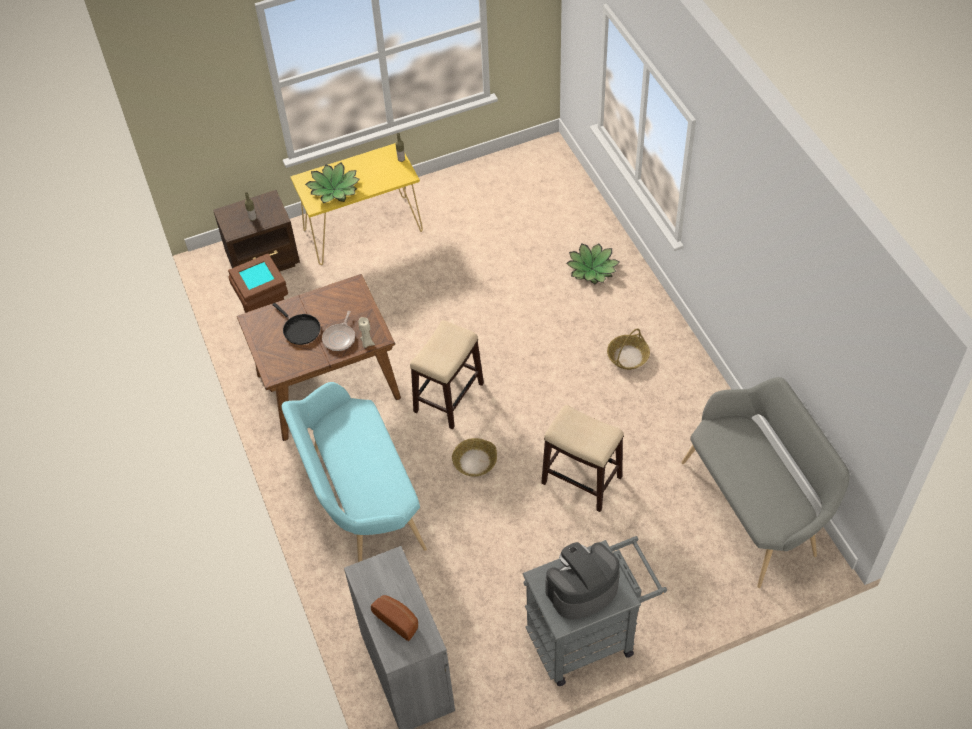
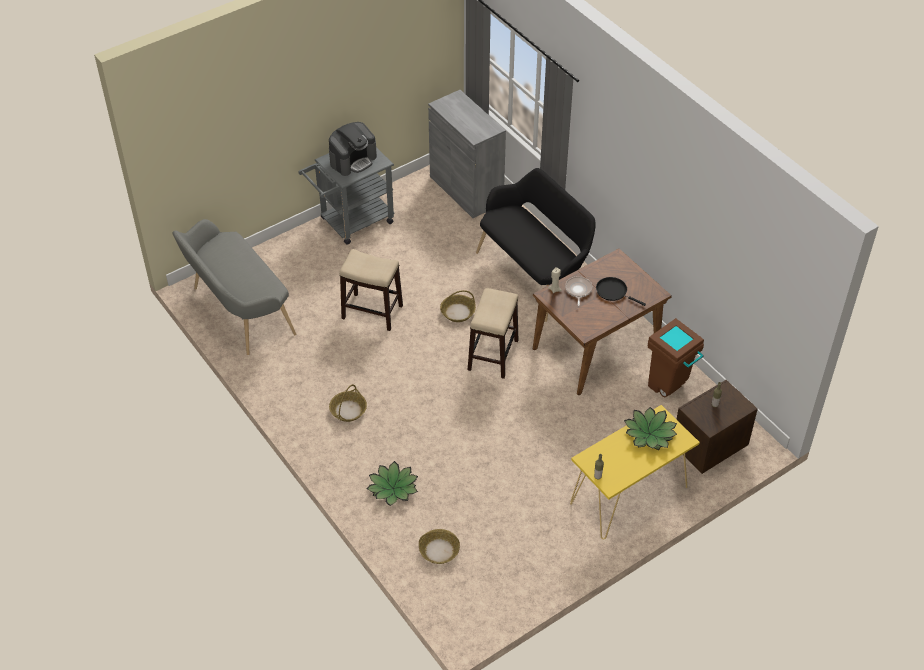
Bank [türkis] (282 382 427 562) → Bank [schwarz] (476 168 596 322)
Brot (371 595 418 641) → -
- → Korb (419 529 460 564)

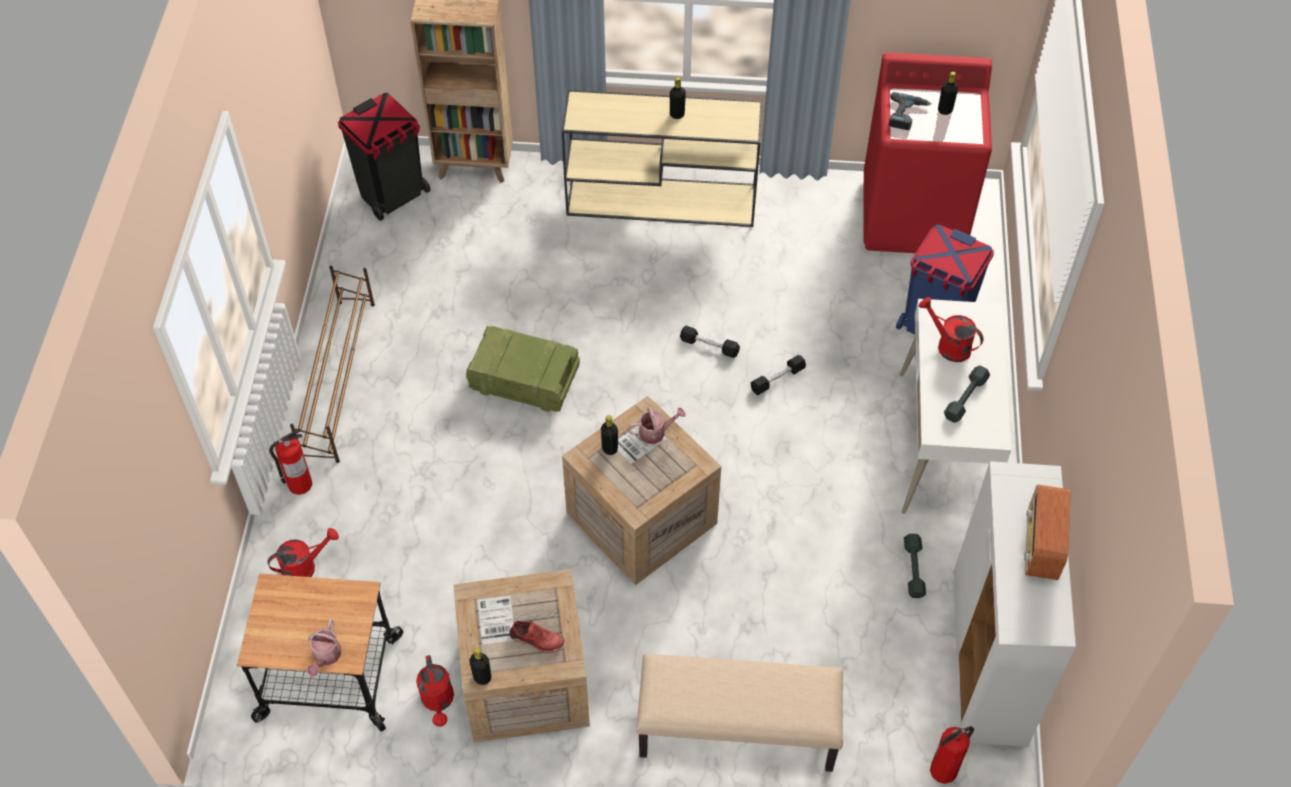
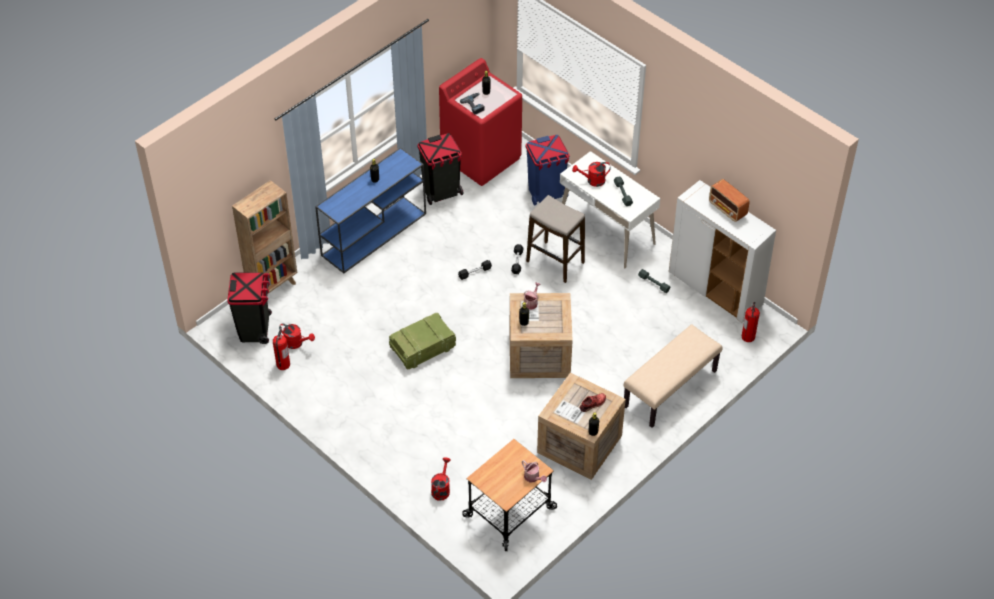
Feuerlöscher (269 429 312 495) → Feuerlöscher (273 327 290 370), moved
Schuhregal [braun] (290 266 375 463) → -
Gießkanne [rot] (416 655 454 727) → Gießkanne [rot] (279 323 315 349), moved
Konsolentisch [beige] (562 90 763 227) → Konsolentisch [blau] (315 147 426 273)
- → Mülleimer [schwarz] (418 133 463 205)
- → Hocker (526 195 585 283)

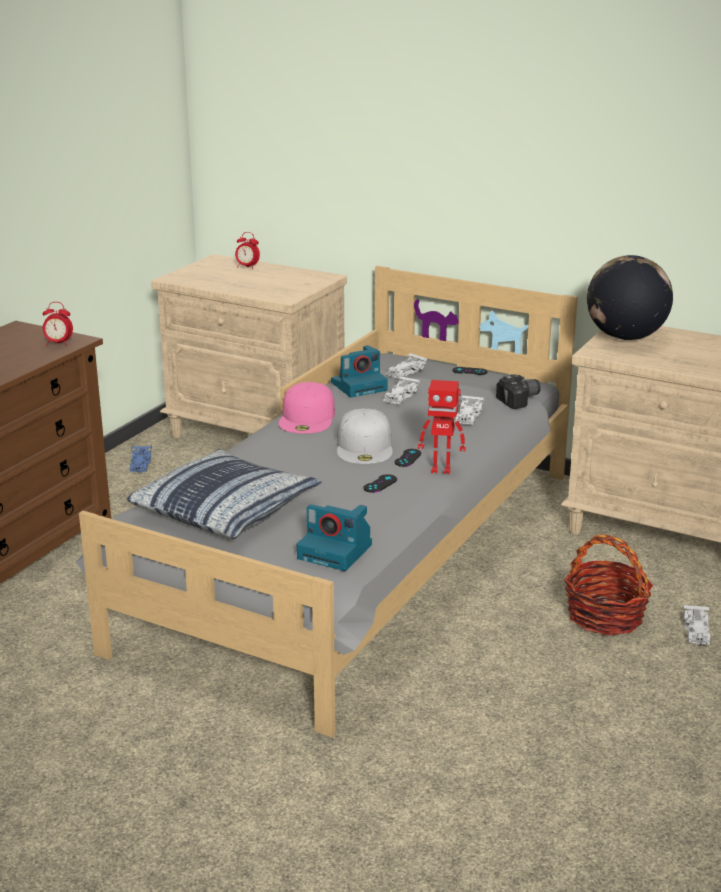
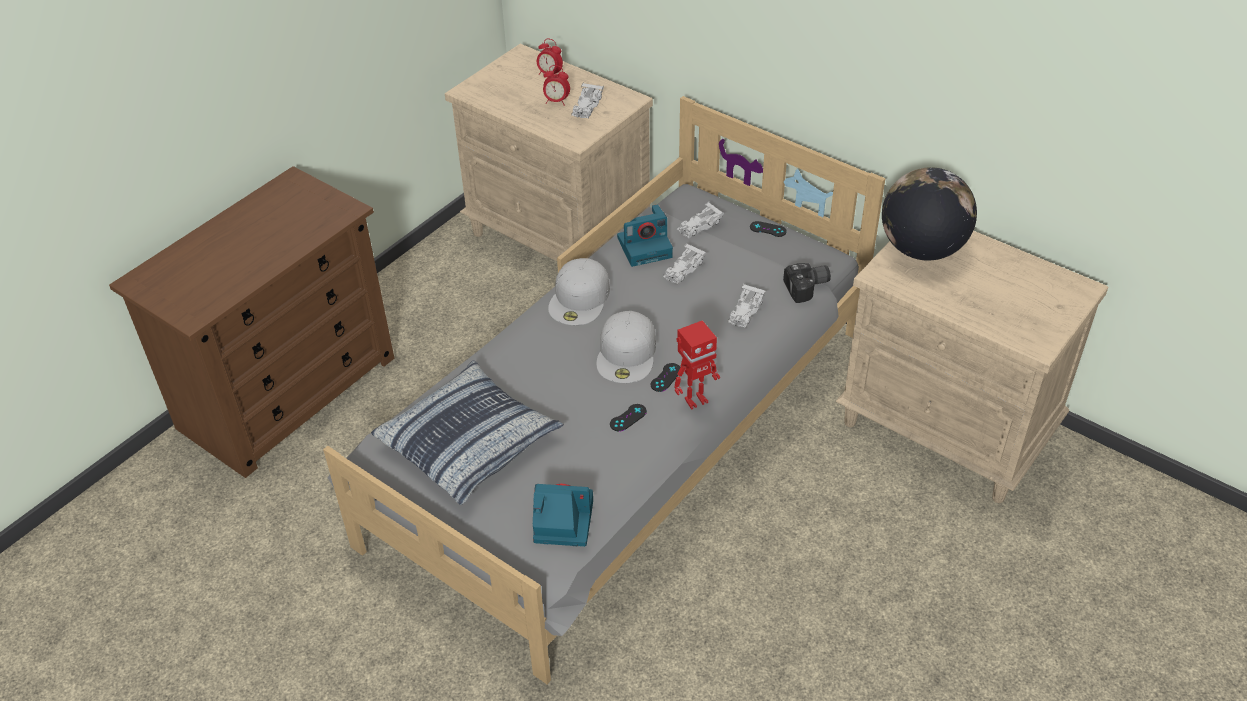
Wecker (43 302 73 346) → Wecker (543 65 570 106), moved
Spielzeugauto [blau] (130 446 152 473) → -
Kappe [rosa] (279 382 335 434) → Kappe [weiß] (548 258 610 326)
Kamera (297 504 372 571) → Kamera (533 483 593 547), 150 degrees clockwise
Spielzeugroboter (418 380 466 474) → Spielzeugroboter (674 320 720 410), 45 degrees counterclockwise
Korb (564 535 653 636) → -
Spielzeugauto [weiß] (683 604 710 645) → Spielzeugauto [weiß] (571 83 604 118), moved

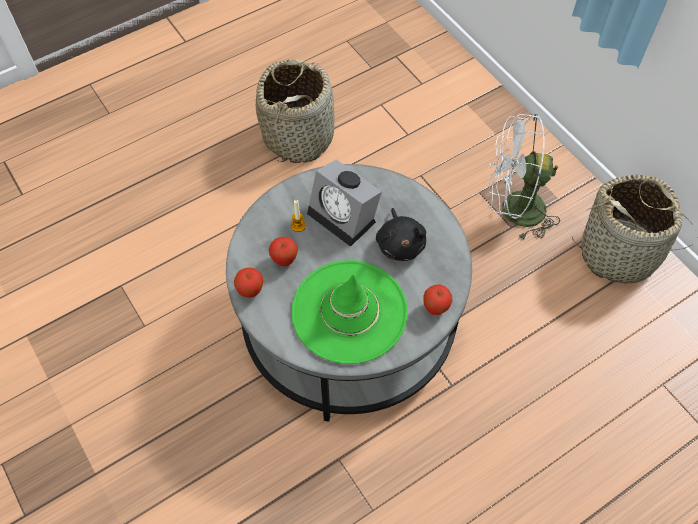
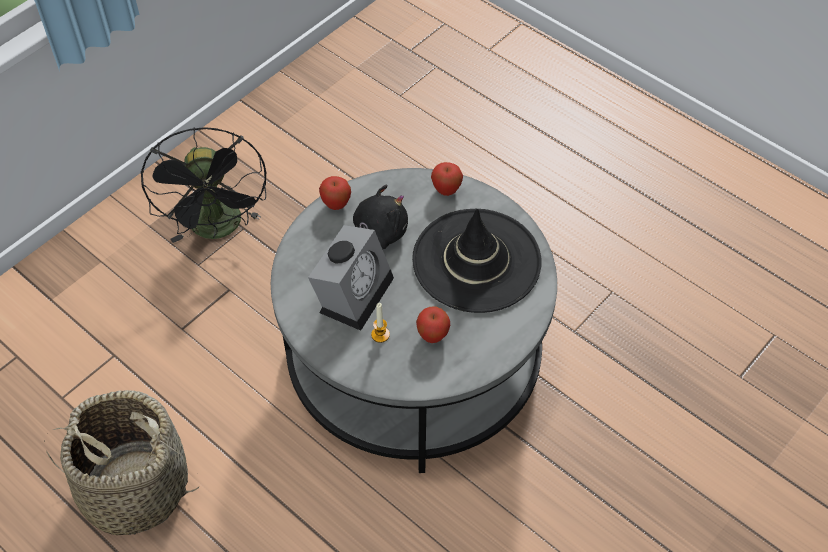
Apfel (234 268 263 298) → Apfel (319 176 351 210), moved
Hut [grün] (291 260 408 364) → Hut [schwarz] (412 209 542 313)
Ventilator [weiß] (488 114 560 240) → Ventilator [schwarz] (141 127 266 243)
Korb (572 174 696 284) → -

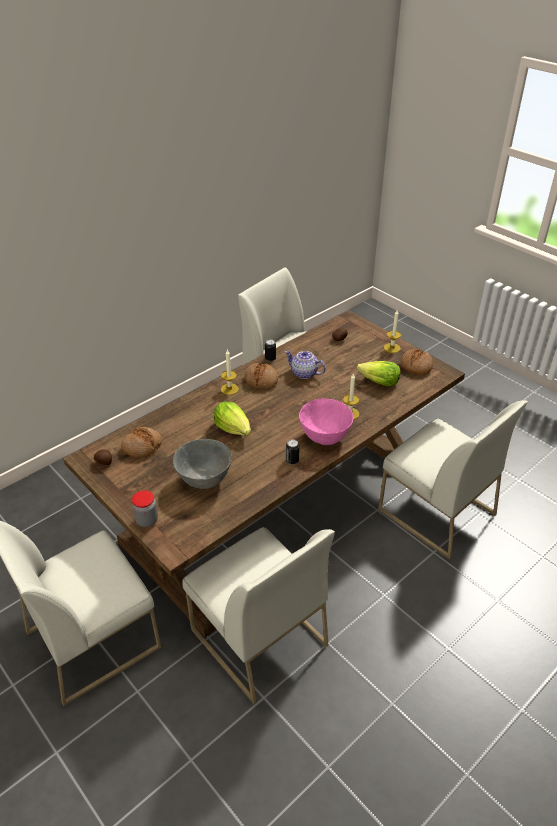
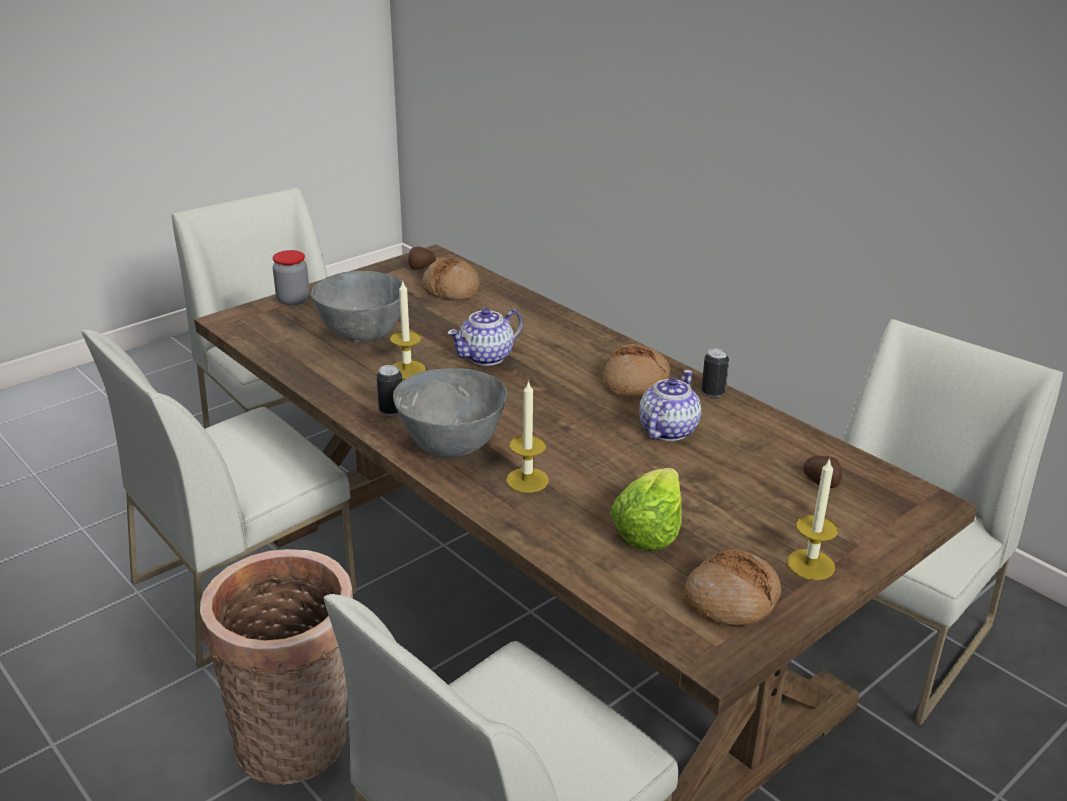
Salatkopf (214 402 251 436) → Teekanne (447 308 523 366)
Kerze (221 349 239 395) → Kerze (390 280 426 379), moved
Schüssel [rosa] (299 399 354 445) → Schüssel [grau] (393 368 507 458)
- → Korb (200 549 353 785)

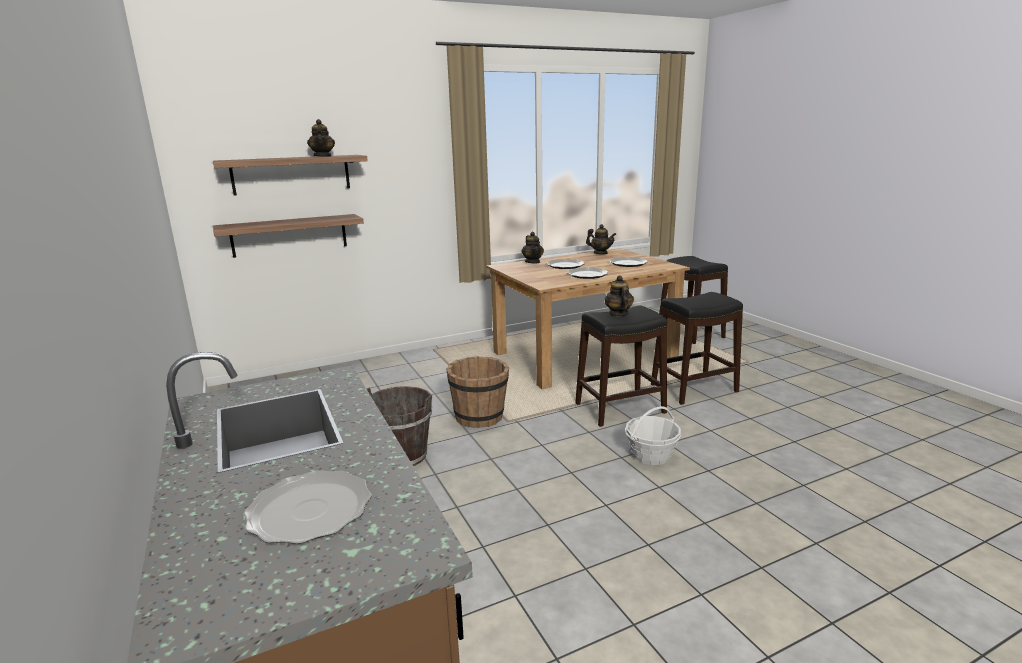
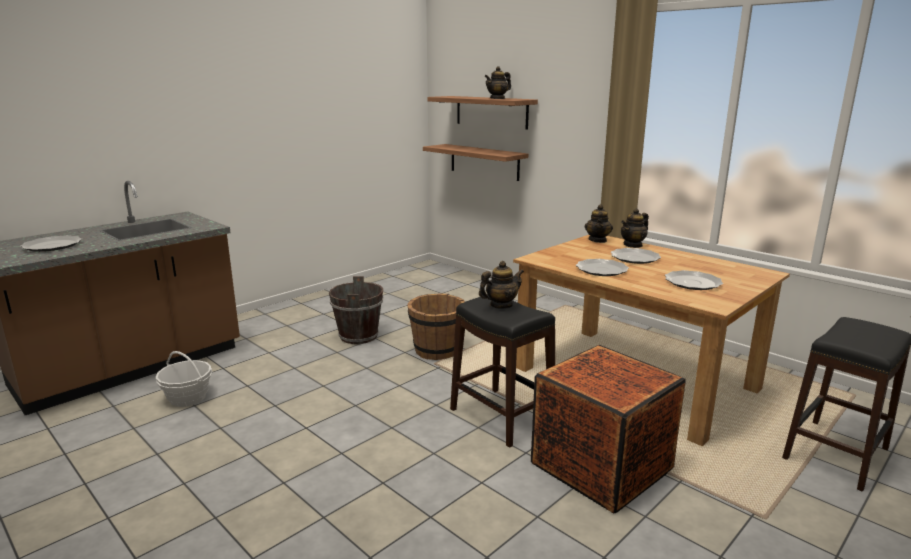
Teekanne (586 224 616 254) → Teekanne (585 204 613 243), moved
Korb (625 406 681 465) → Korb (155 351 212 407), moved
Hocker [schwarz] (651 292 743 405) → Kiste (531 345 686 513)

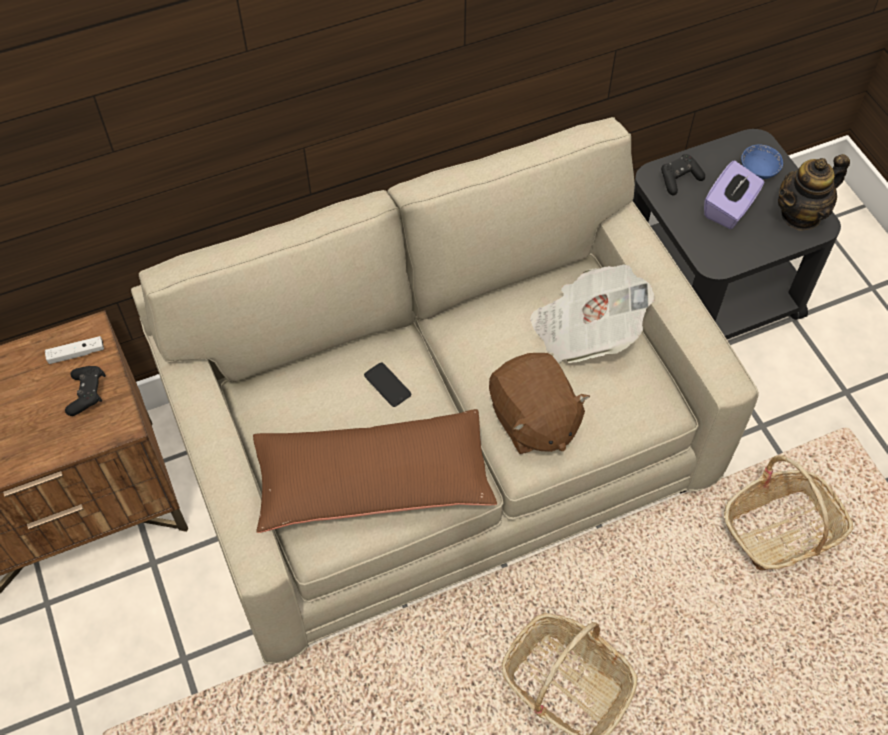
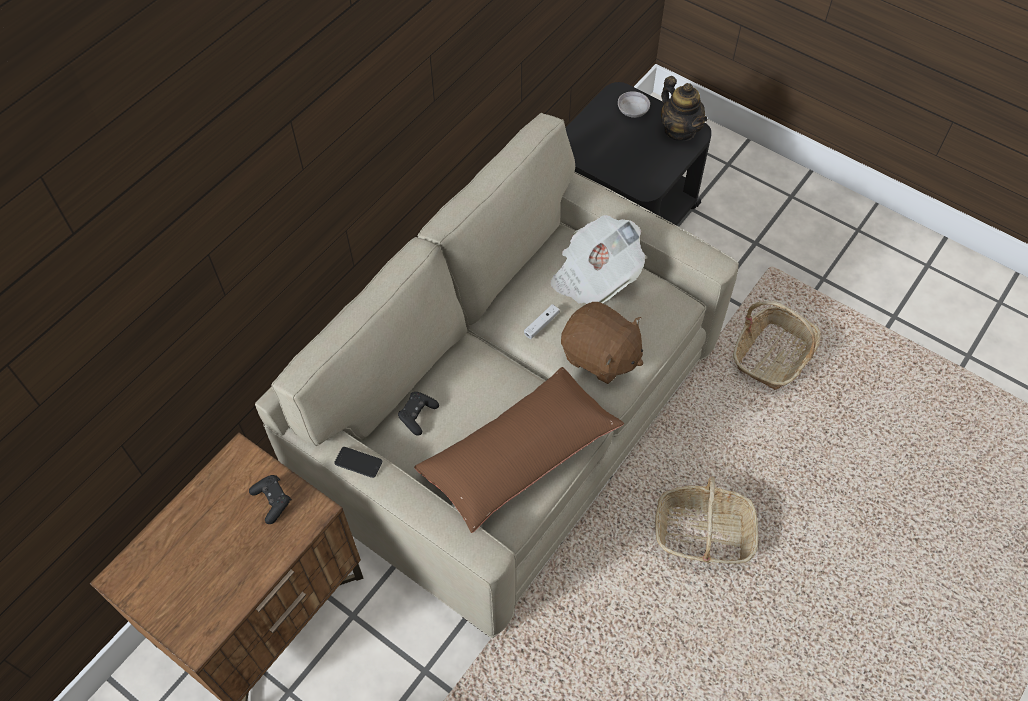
Gamepad [weiß] (45 336 104 364) → Gamepad [weiß] (524 304 560 339), moved
Handy (364 363 411 407) → Handy (334 447 382 478), moved
Gamepad [schwarz] (661 154 705 195) → Gamepad [schwarz] (398 392 439 436), moved
Taschentuchbox [lila] (704 160 764 229) → -
Schüssel [blau] (741 145 783 179) → Schüssel [grau] (618 91 650 118)
Teekanne (778 154 850 231) → Teekanne (661 76 707 141), 60 degrees counterclockwise

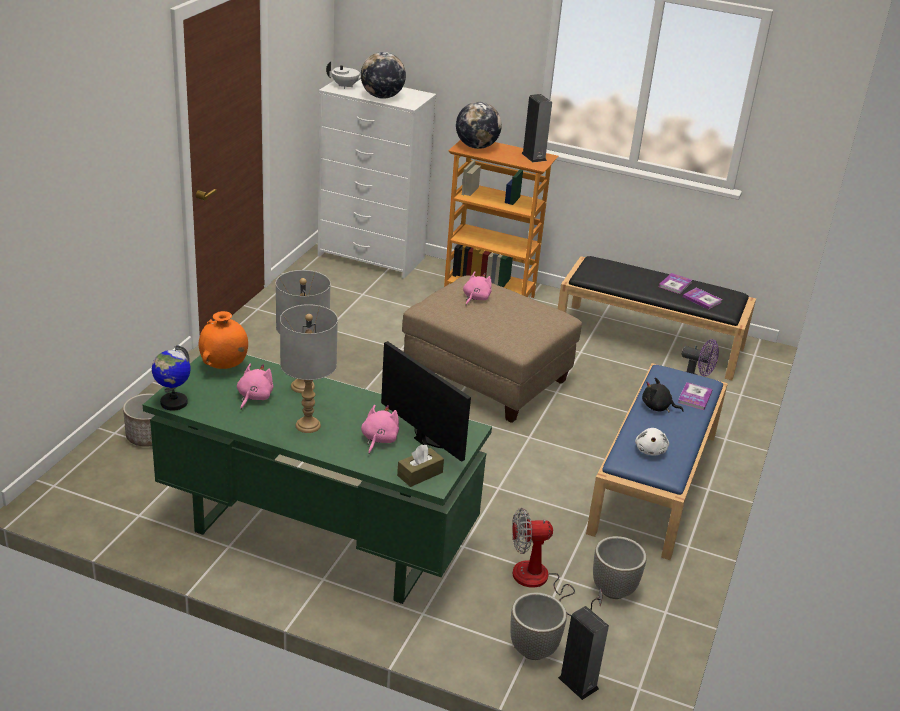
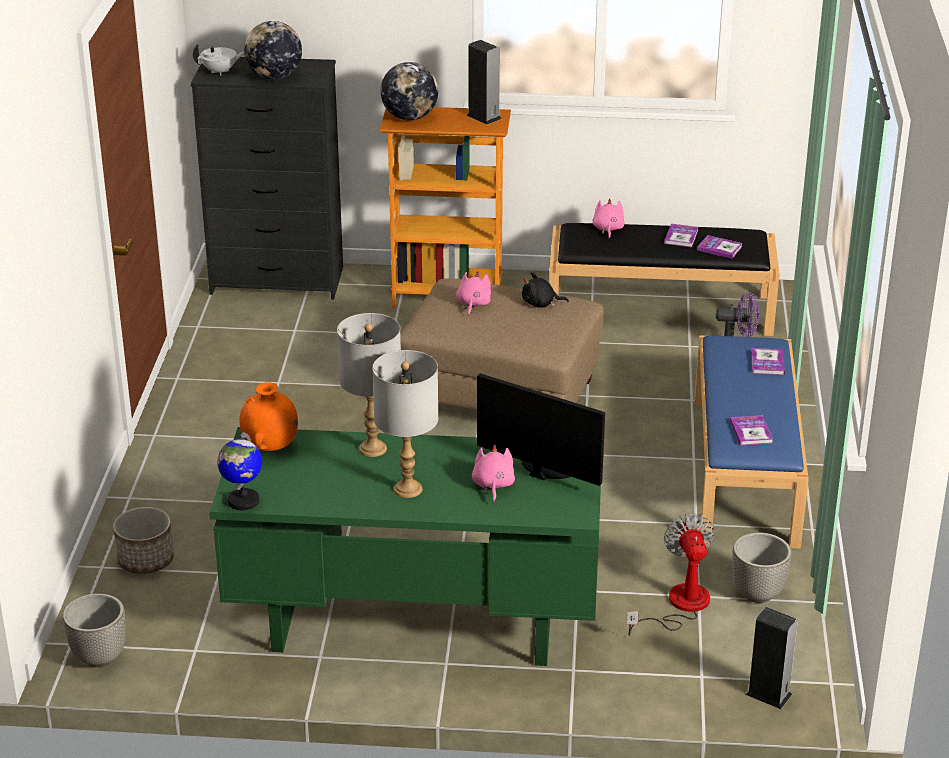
Plüschtier [rosa] (237 363 274 410) → Plüschtier [rosa] (592 199 625 239), moved
Kommode [weiß] (318 79 436 279) → Kommode [schwarz] (191 57 343 300)
Taschentuchbox [braun] (397 445 444 487) → -
Pflanzkübel (510 593 567 660) → Pflanzkübel (63 593 126 667), moved
Ventilator (512 508 603 616) → Ventilator (627 514 715 636), 105 degrees clockwise
Plüschtier [weiß] (635 428 669 455) → Buch (730 415 773 446)
Plüschtier [schwarz] (642 377 684 412) → Plüschtier [schwarz] (522 272 569 308), moved

